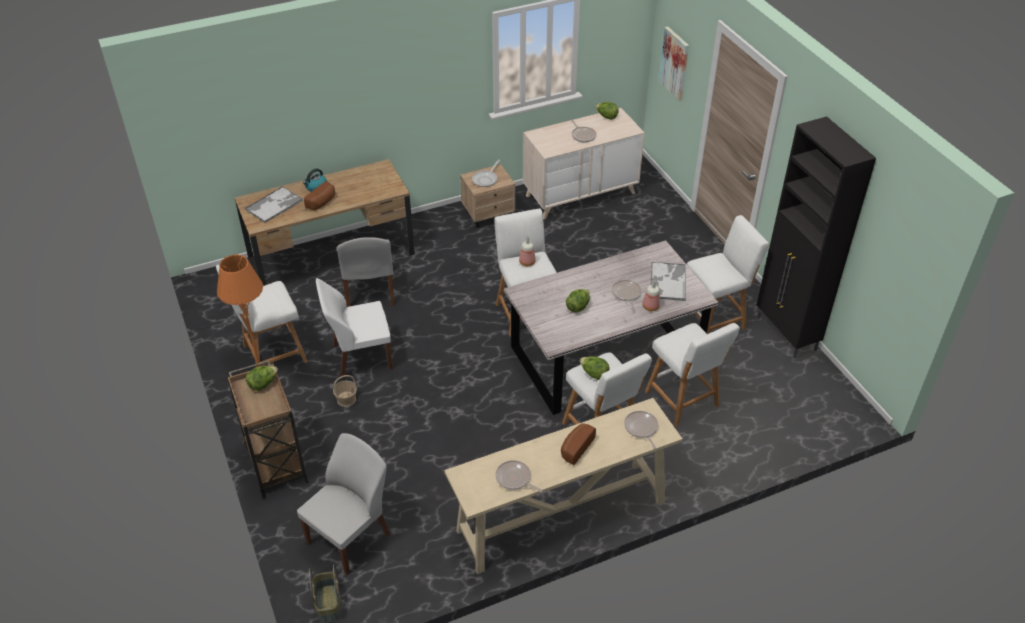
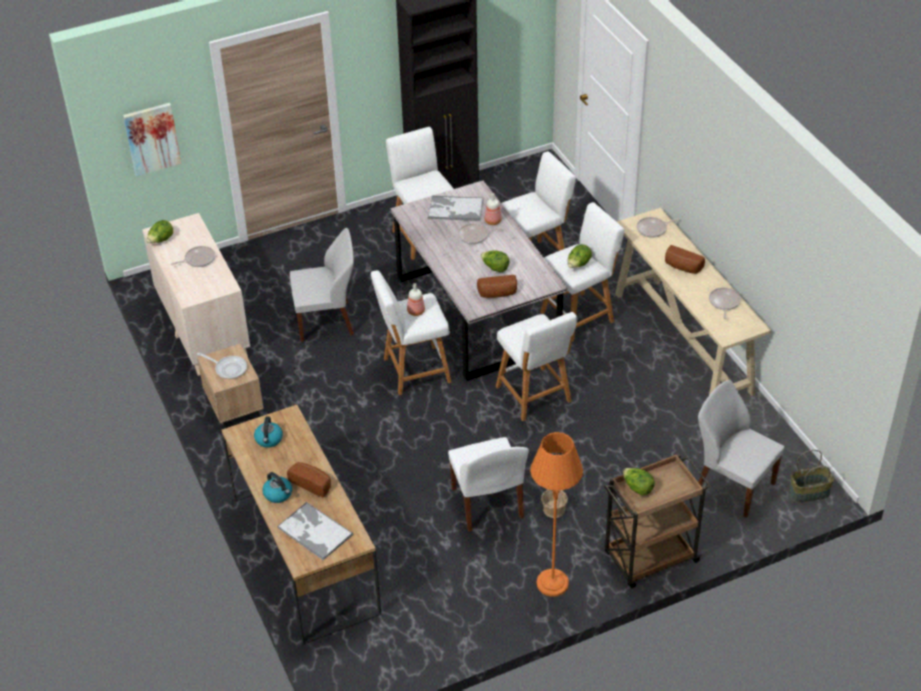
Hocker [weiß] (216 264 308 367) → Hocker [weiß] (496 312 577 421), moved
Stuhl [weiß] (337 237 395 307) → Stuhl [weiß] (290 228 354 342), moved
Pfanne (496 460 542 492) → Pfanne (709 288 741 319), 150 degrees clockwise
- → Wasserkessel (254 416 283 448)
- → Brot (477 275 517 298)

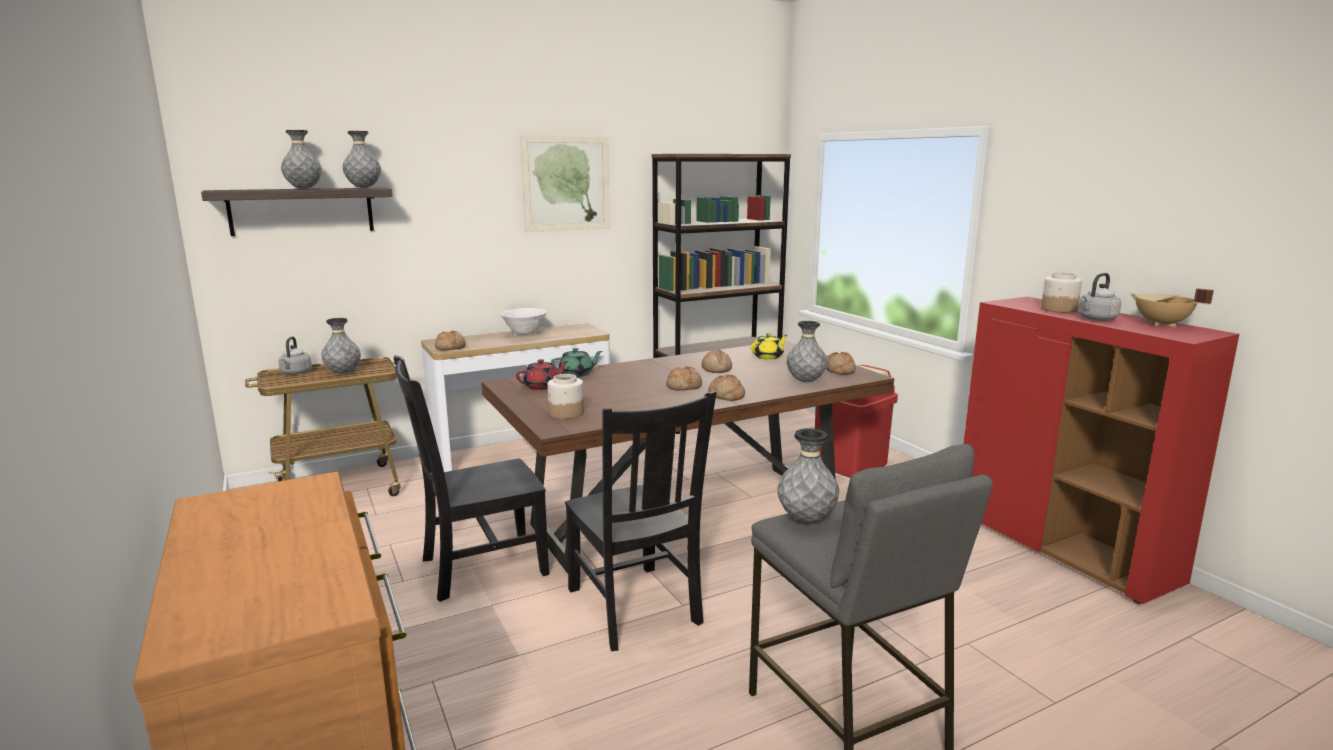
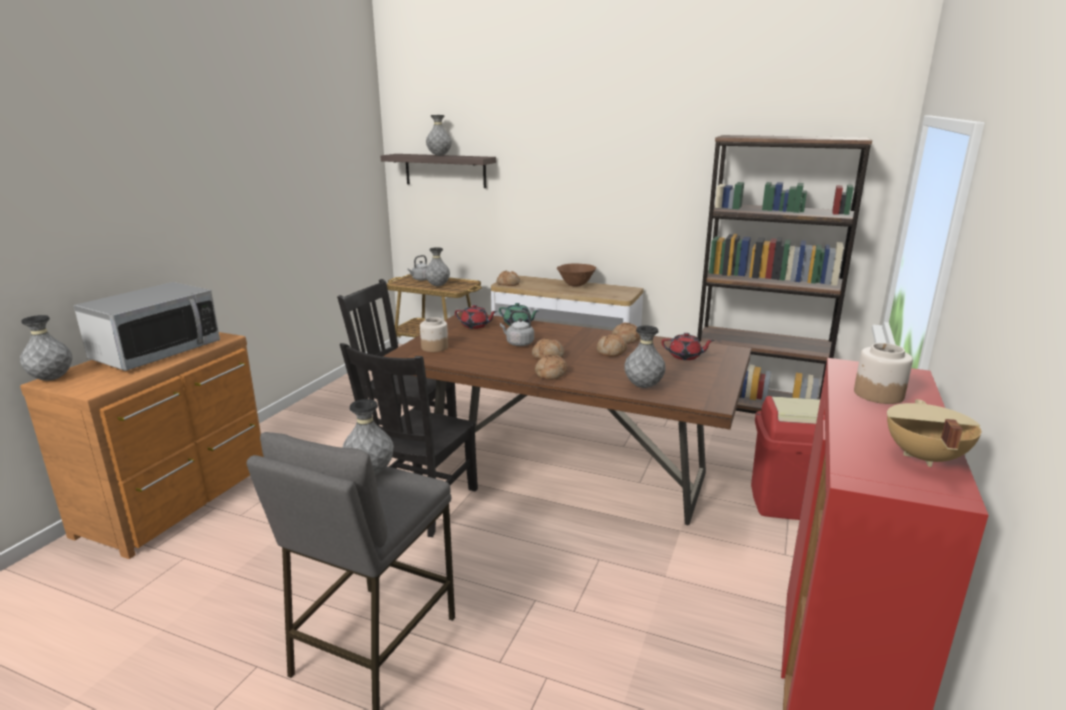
Vase [grau] (342 131 381 188) → Vase [grau] (20 315 72 381), moved
Schüssel [weiß] (500 308 547 335) → Schüssel [braun] (557 263 596 287)
Bild (520 135 610 232) → -
Teekanne [gelb] (751 333 787 360) → Teekanne [rot] (662 333 715 360)
Brot (826 352 856 375) → Brot (612 323 641 344), moved
Wasserkessel [grau] (1078 273 1121 321) → Wasserkessel [grau] (500 310 534 346), moved
- → Mikrowelle (74 282 220 371)

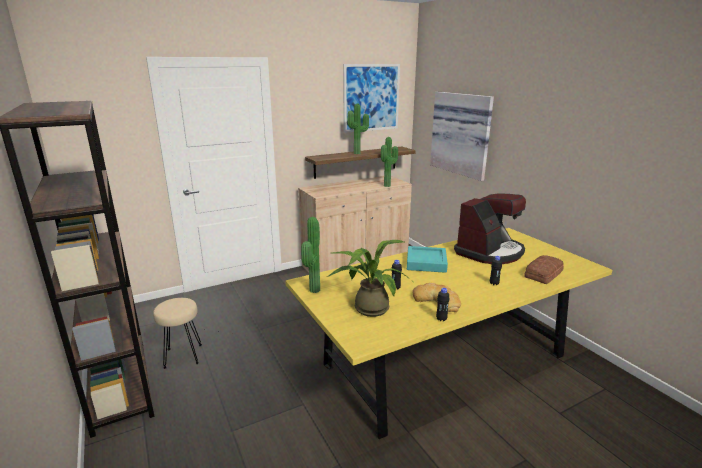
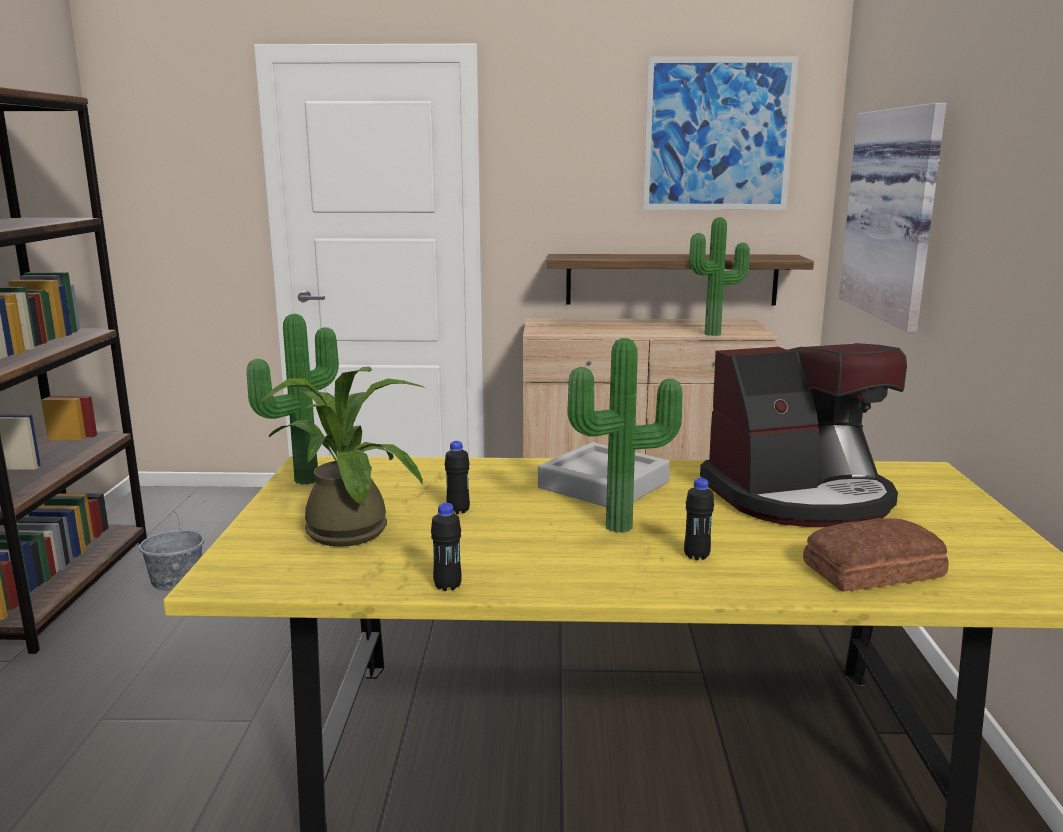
Hocker [beige] (153 298 202 369) → Eimer [grau] (139 511 205 590)
Topfpflanze (348 104 369 154) → Topfpflanze (568 338 682 533), moved
Tablett [türkis] (407 246 448 273) → Tablett [grau] (538 442 670 507)
Brot (412 283 461 312) → -

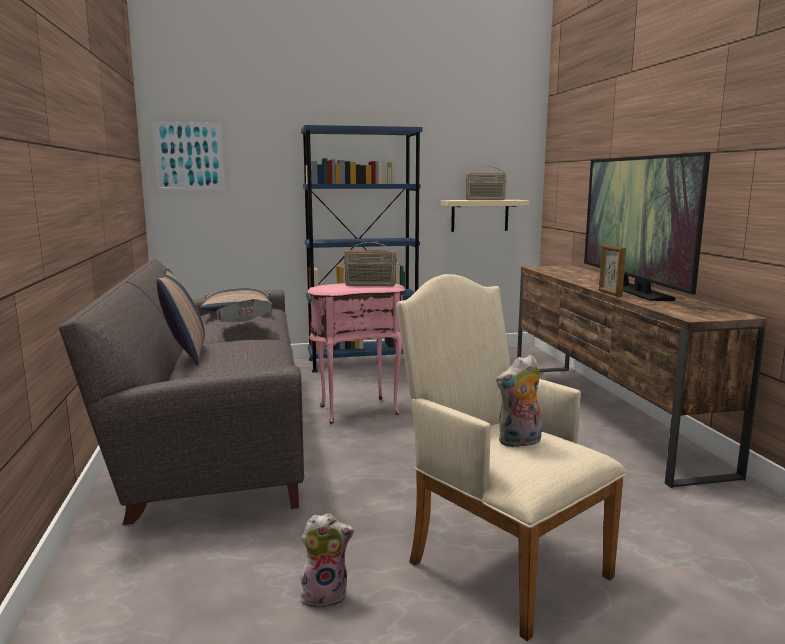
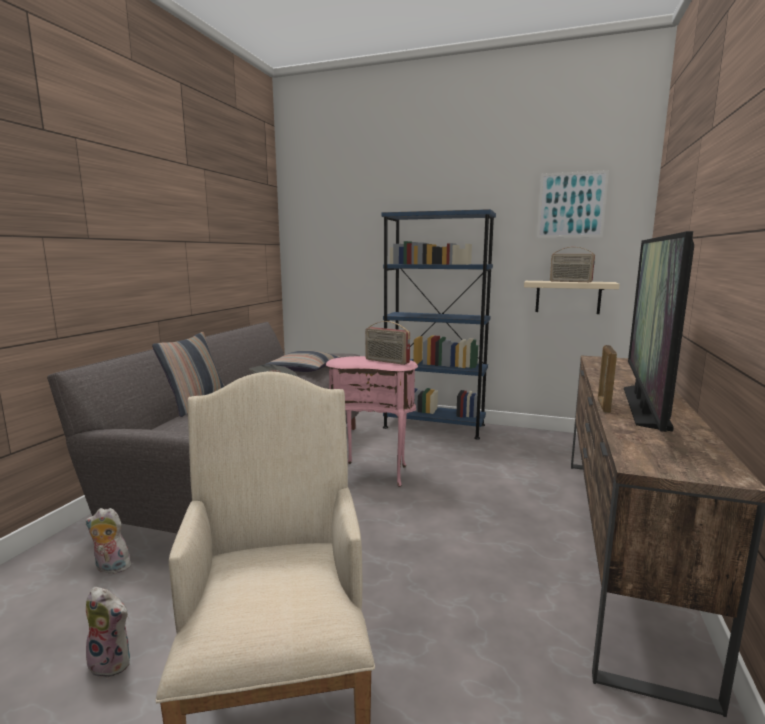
Bild (152 122 225 190) → Bild (537 170 609 238), moved
Plüschtier (496 355 542 448) → Plüschtier (85 508 133 574), moved

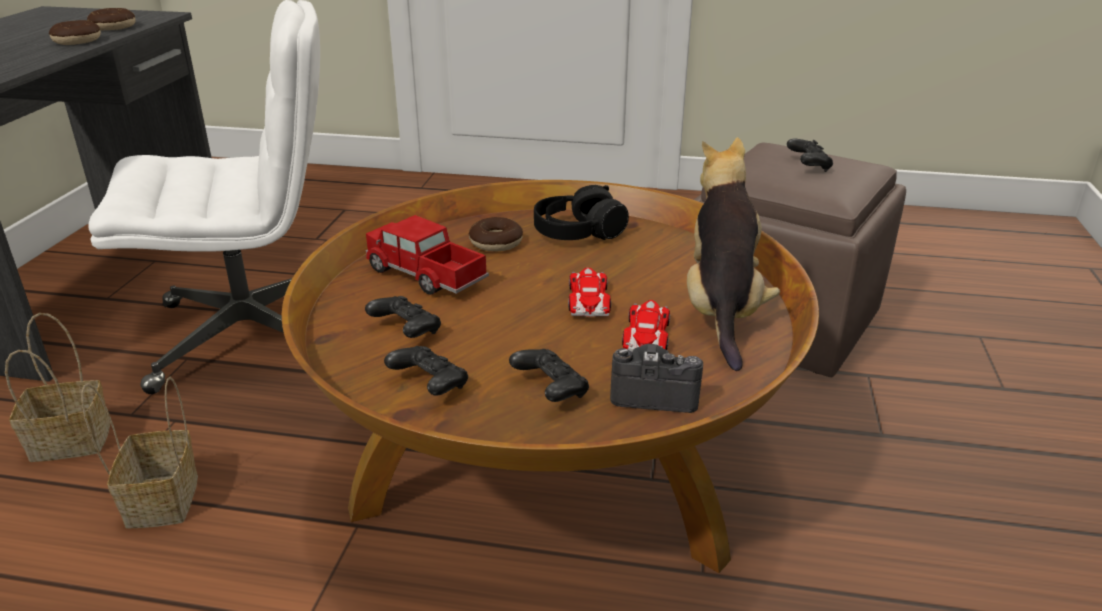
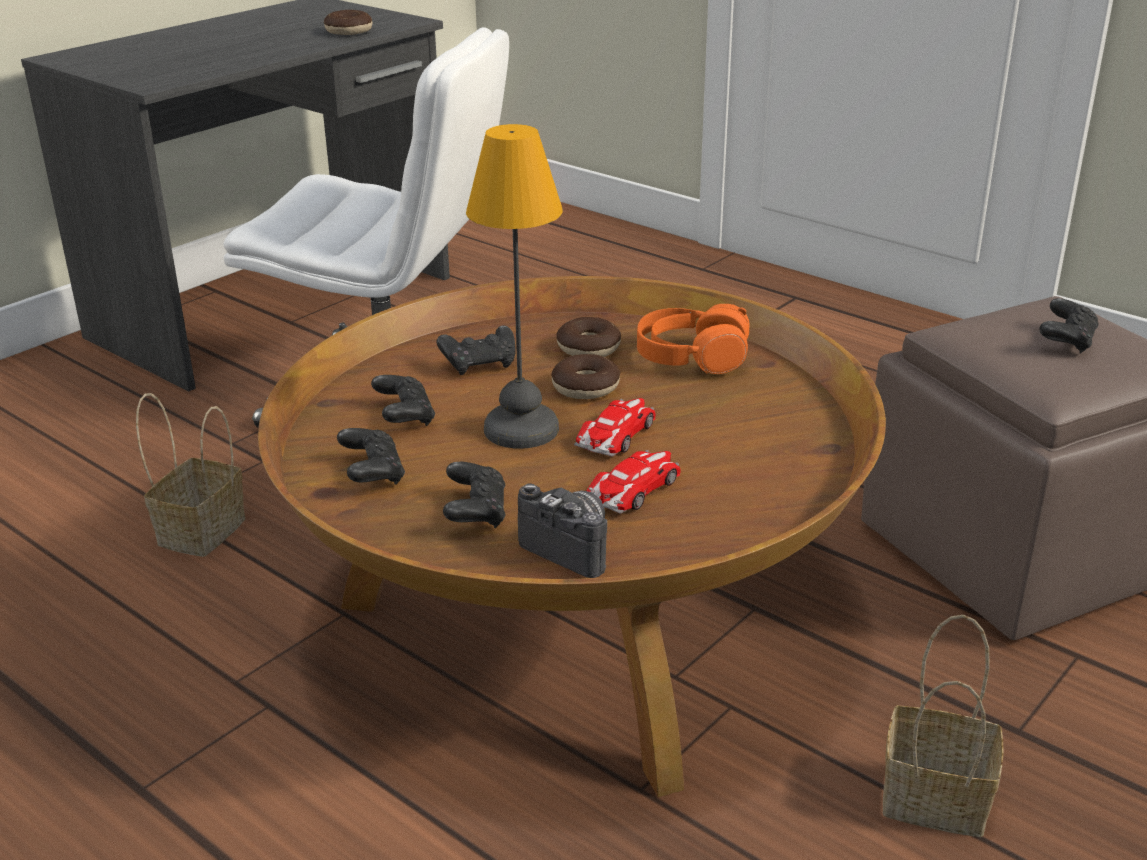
Korb (5 313 110 462) → Korb (883 615 1004 837), moved
Donut (49 20 101 45) → Donut (551 354 620 399), moved
Spielzeuglaster (366 215 489 295) → Gamepad [schwarz] (436 325 516 375)
Kopfhörer [schwarz] (534 185 629 240) → Kopfhörer [orange] (637 304 750 374)
Plüschtier (687 137 780 371) → -
- → Tischlampe (466 124 563 449)

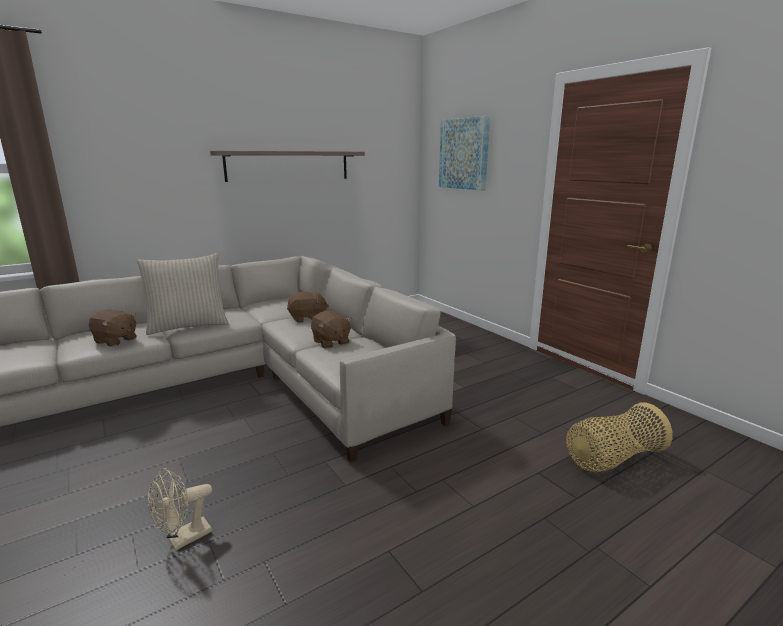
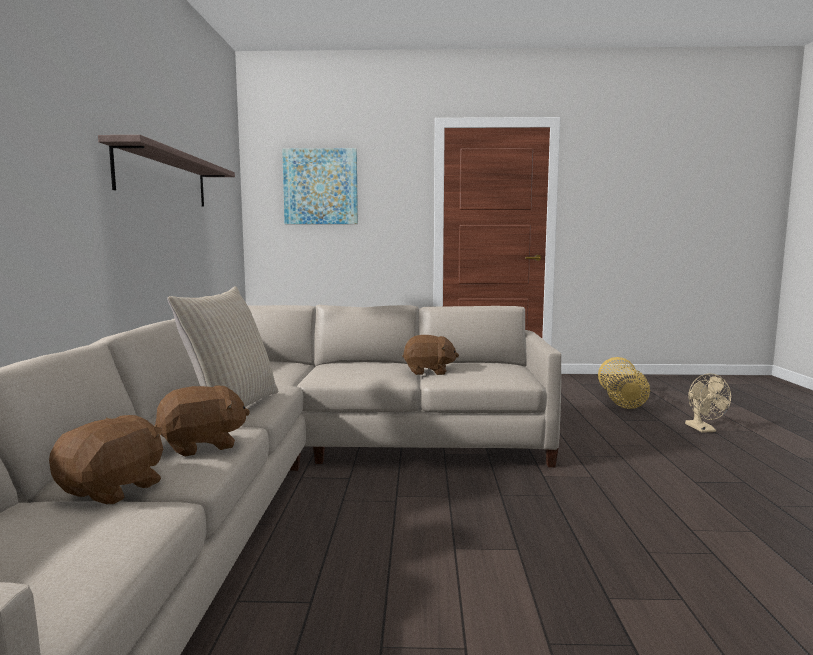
Ventilator [beige] (148 468 212 551) → Ventilator [beige] (685 373 731 433), moved
Plüschtier [braun] (287 292 329 323) → Plüschtier [braun] (49 415 163 505), moved

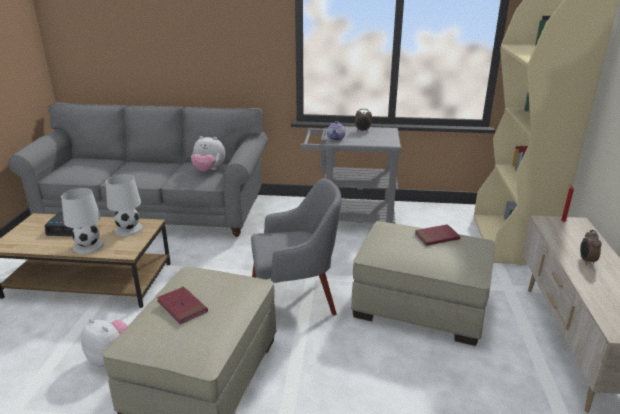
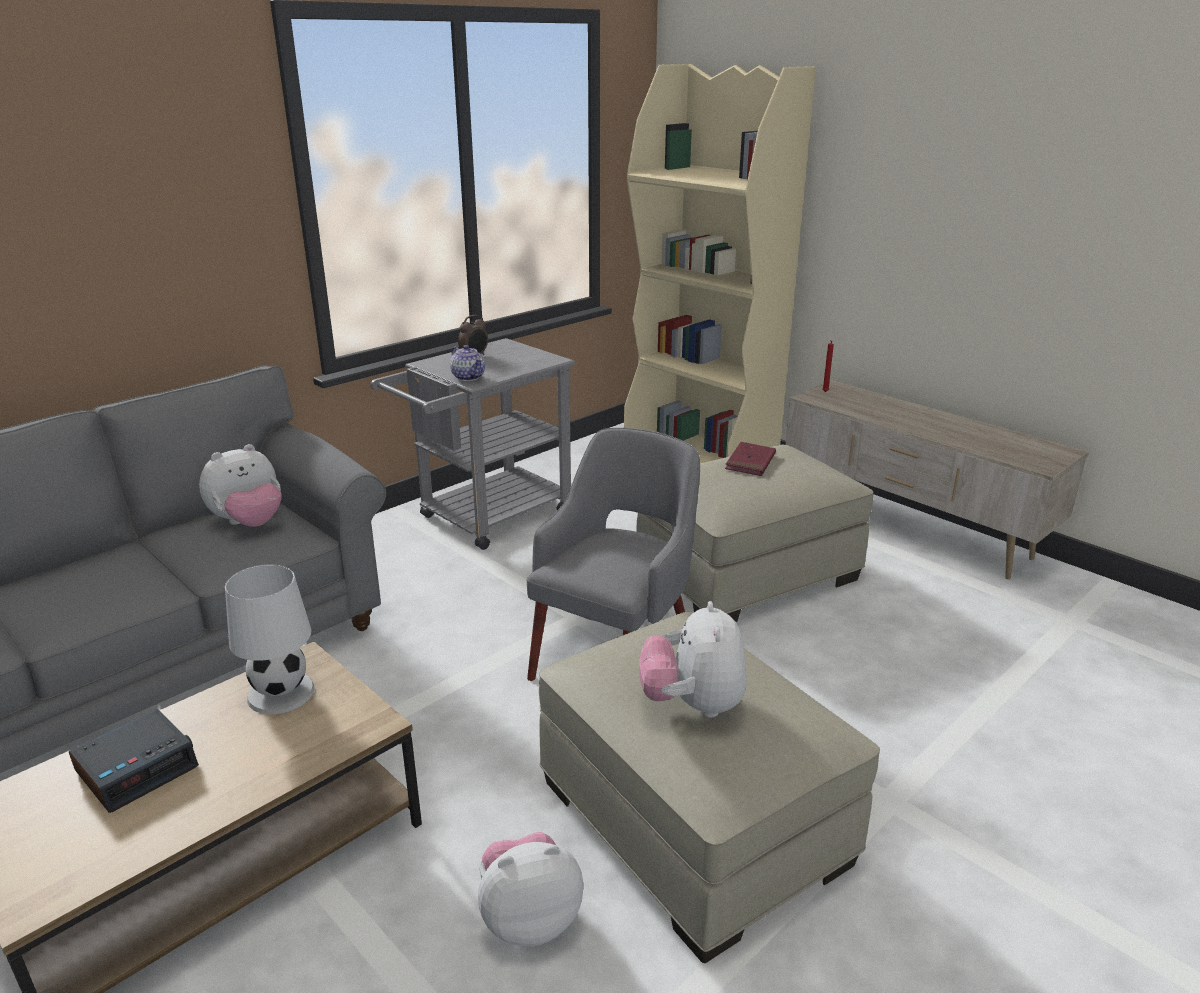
Tischlampe [weiß] (61 188 104 254) → -
Buch [rot] (157 287 208 324) → Plüschtier (639 601 747 718)
Wecker (580 230 602 265) → -

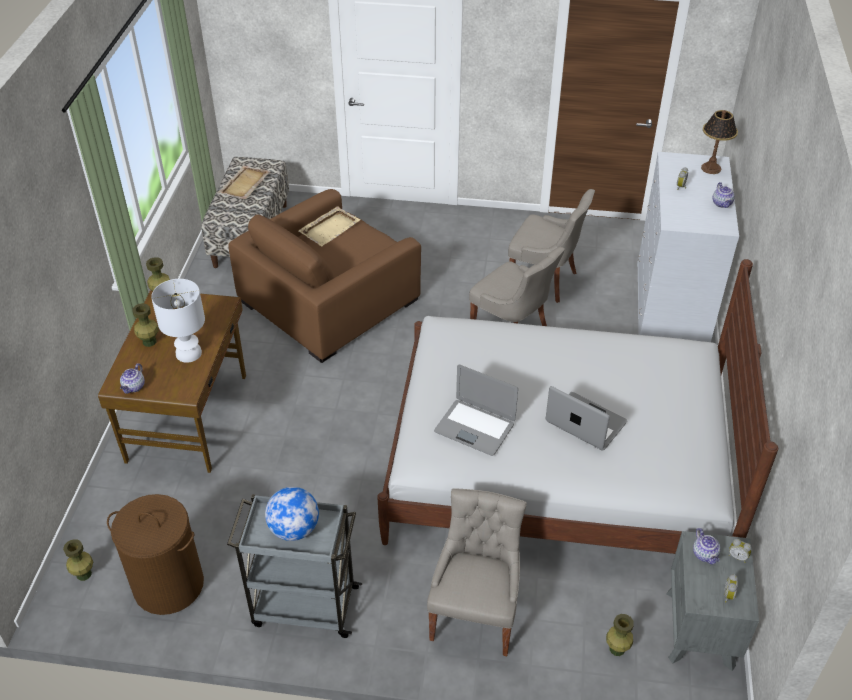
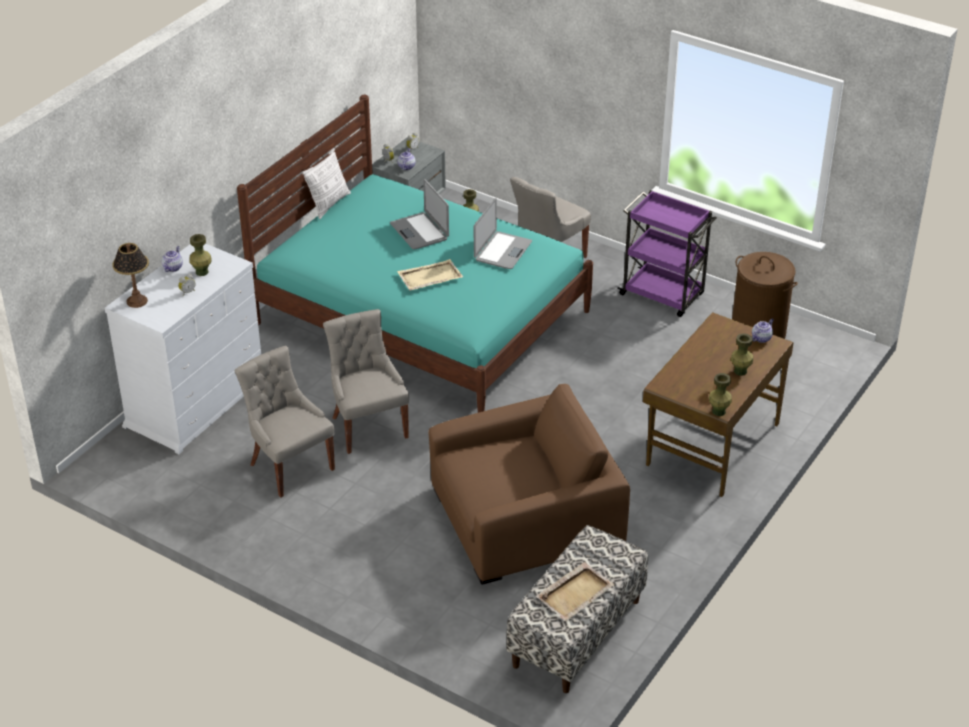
Vase [grün] (63 539 93 581) → Vase [grün] (189 234 212 276), moved
Tischlampe [weiß] (151 279 205 363) → -
Rollwagen [grau] (227 494 362 638) → Rollwagen [lila] (617 190 717 317)
Globus (265 487 319 541) → -
Tablett [beige] (299 206 360 246) → Tablett [beige] (397 259 463 290), moved
Bett [weiß] (377 259 778 554) → Bett [türkis] (237 95 593 413)
Laptop (434 365 518 456) → Laptop (474 198 532 269), 60 degrees clockwise
- → Kissen (302 148 351 219)

